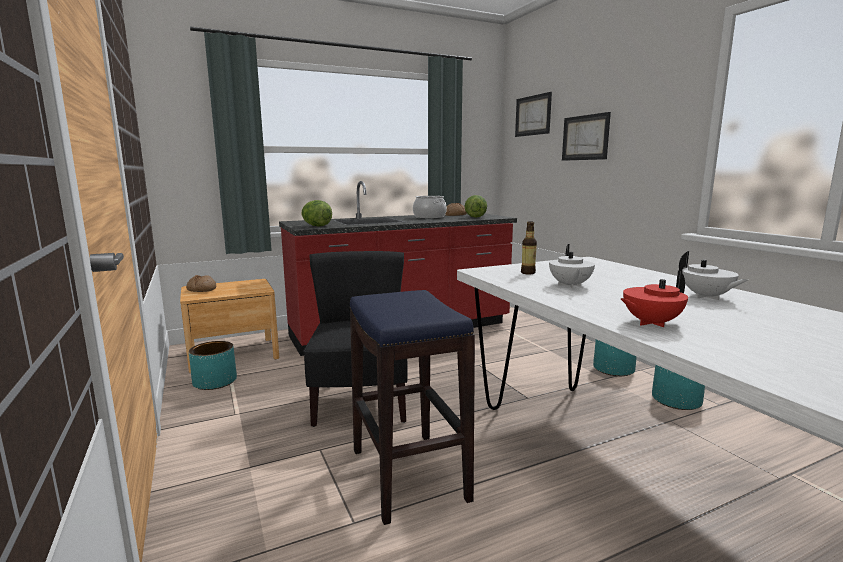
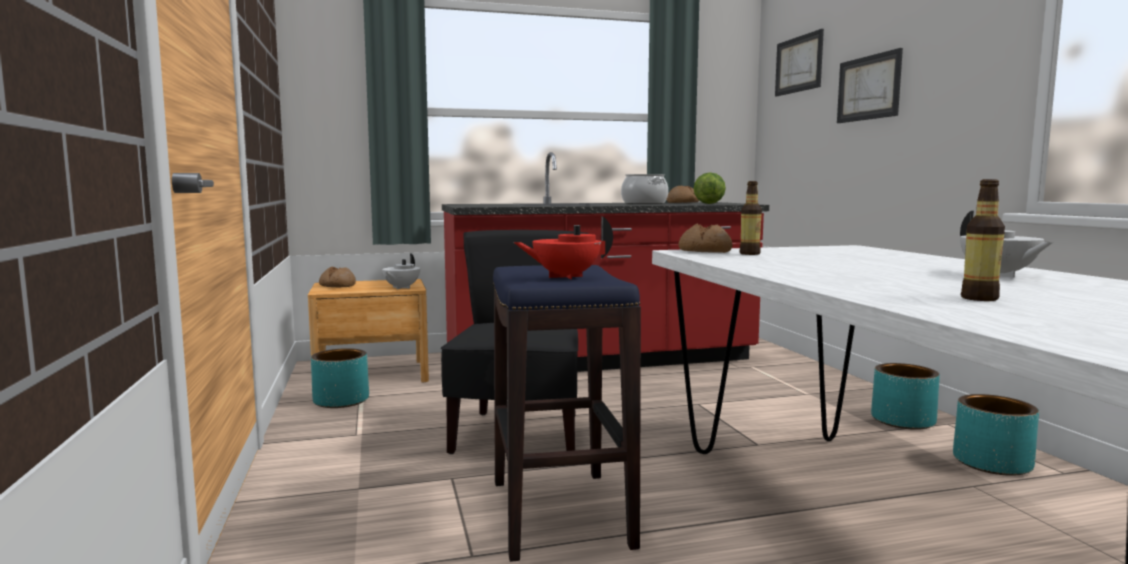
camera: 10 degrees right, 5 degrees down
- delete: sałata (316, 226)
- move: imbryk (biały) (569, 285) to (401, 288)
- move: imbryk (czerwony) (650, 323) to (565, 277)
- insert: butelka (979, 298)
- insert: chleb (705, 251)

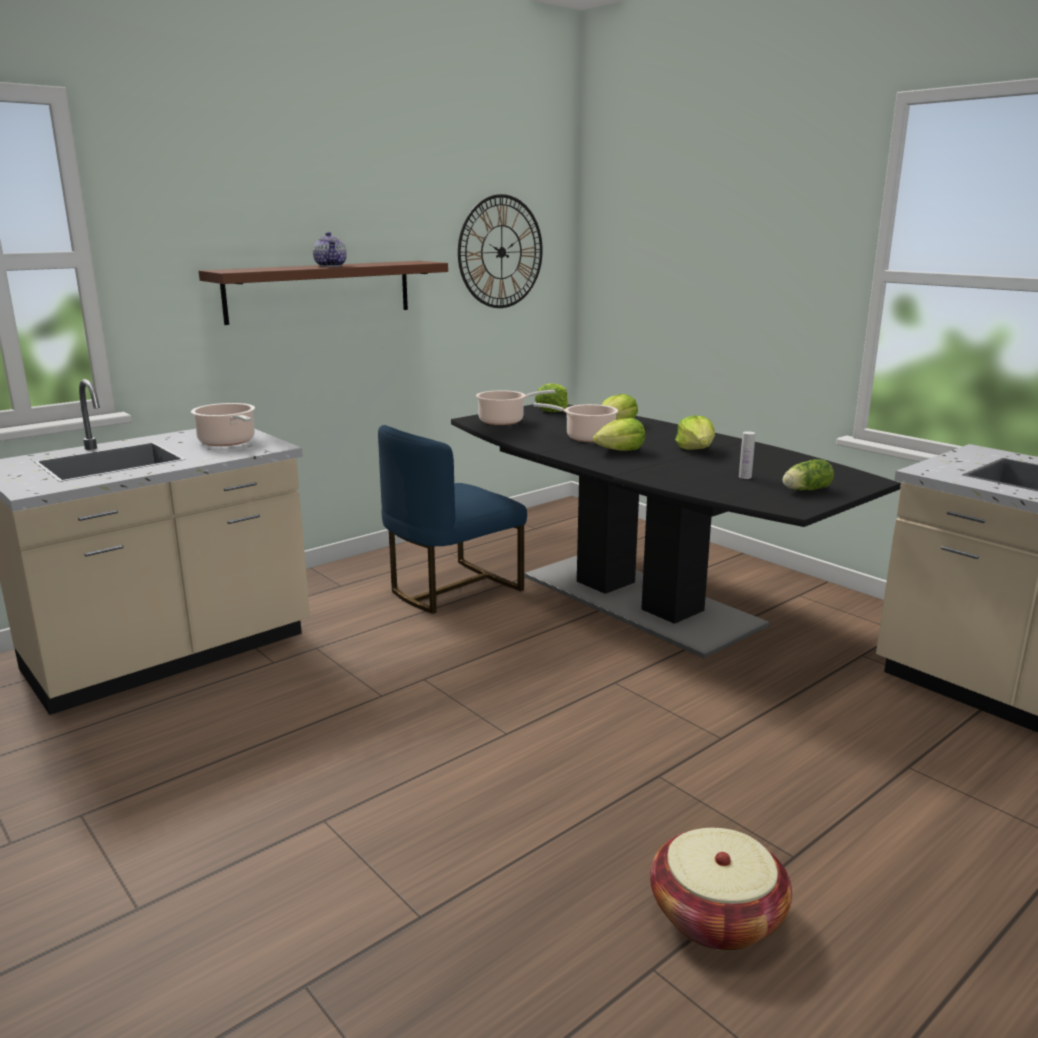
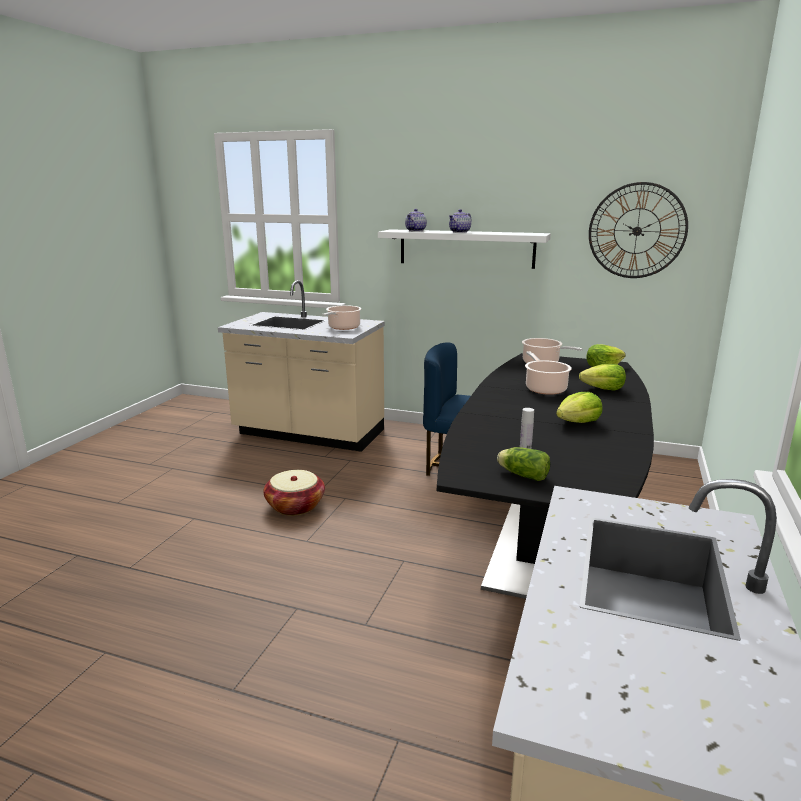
camera: 60 degrees right, 0 degrees up
- recolor: półka (brązowy) (320, 291) to półka (biały) (466, 248)
- delete: sałata (620, 451)
- move: koszyk (716, 916) to (295, 506)
- insert: imbryk (416, 231)

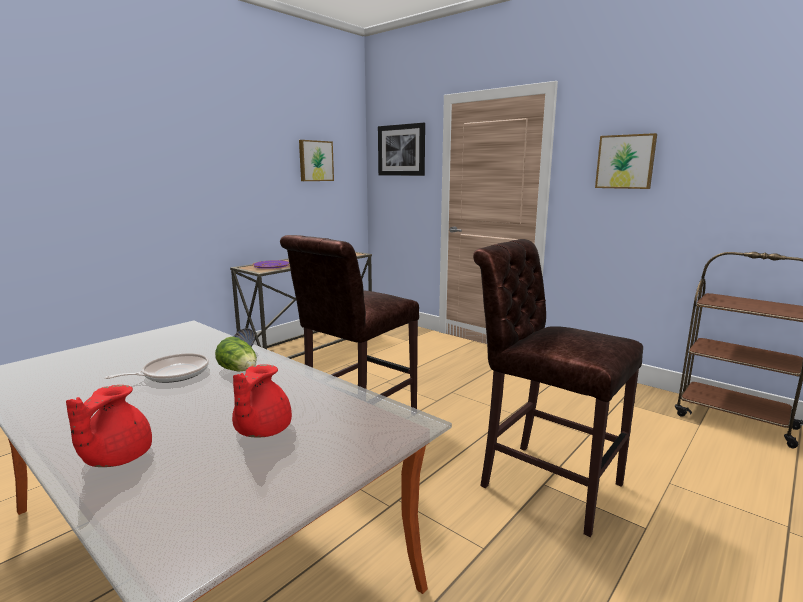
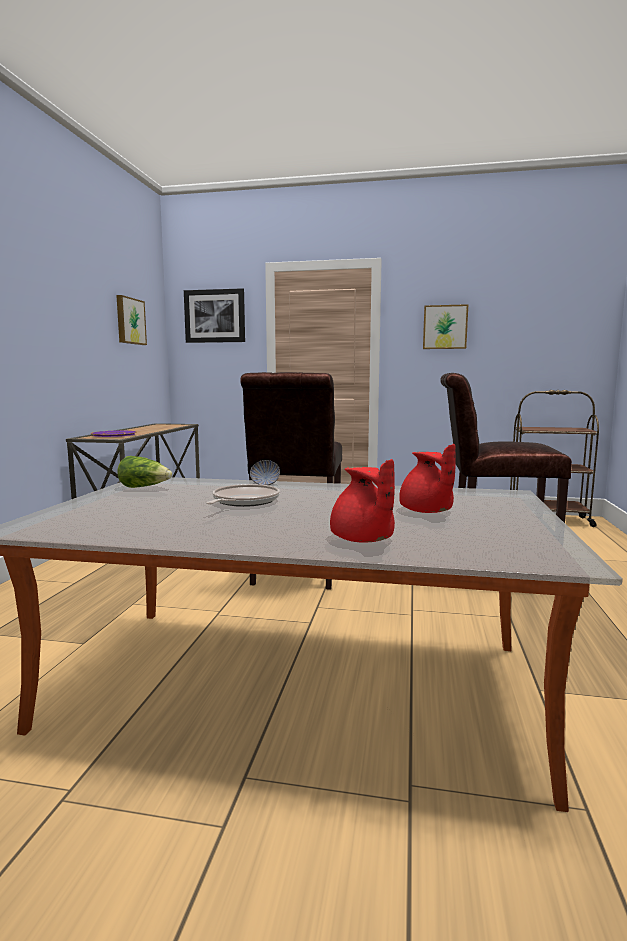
camera: 30 degrees left, 5 degrees down
- move: sałata (239, 371) to (145, 487)

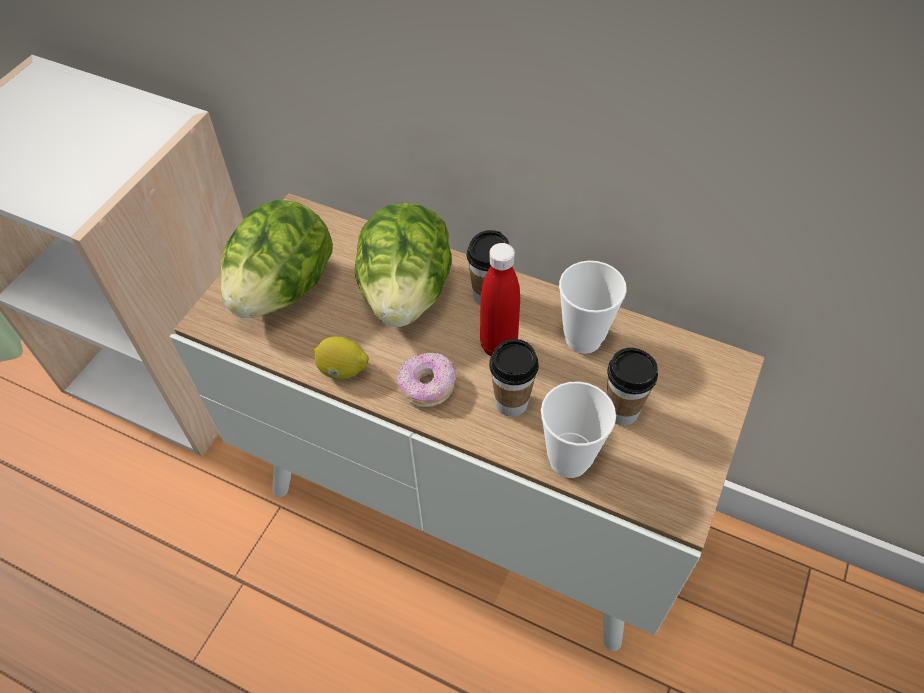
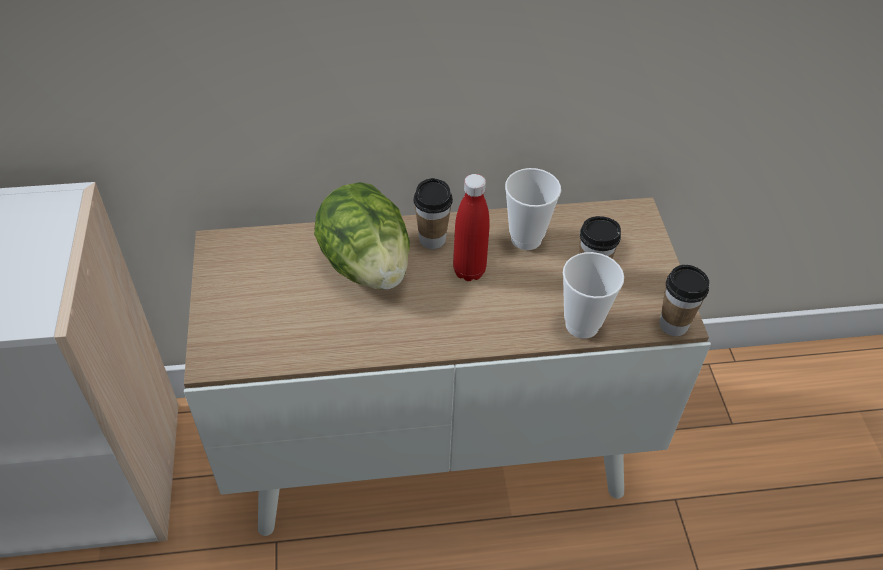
camera: 35 degrees left, 5 degrees down
- delete: sałata (283, 289)
- delete: cytryna (343, 370)
- move: filiżanka (511, 403) to (673, 325)
- delete: donut (427, 386)

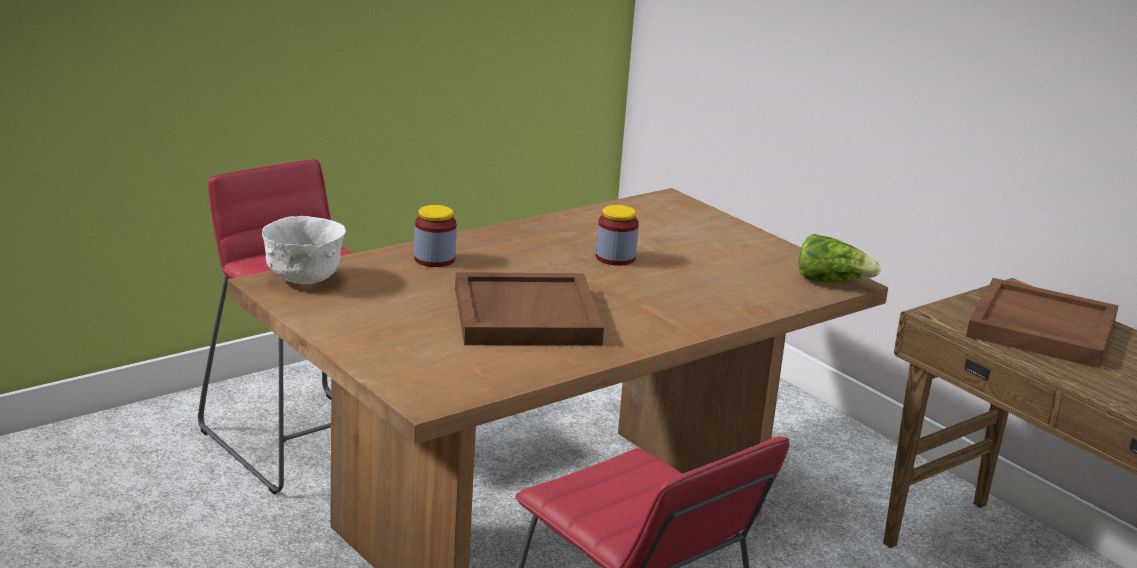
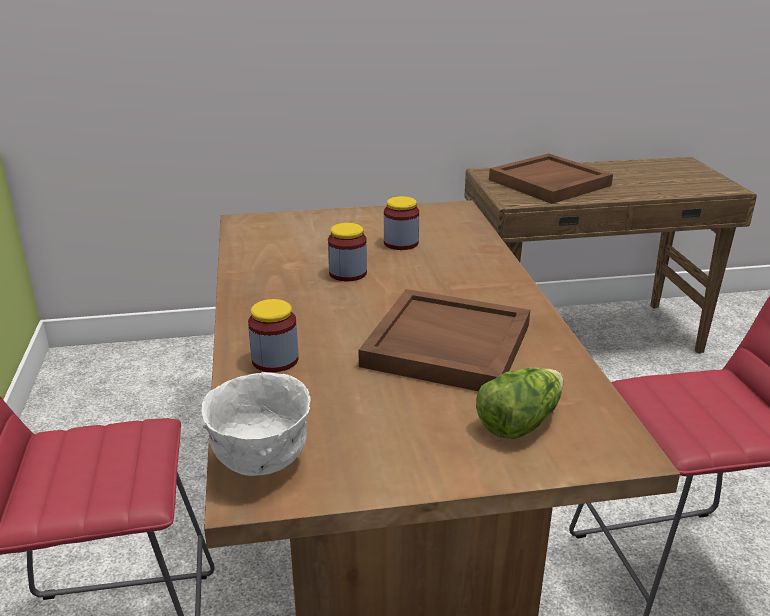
camera: 60 degrees left, 5 degrees up
- move: sałata (831, 282) to (519, 421)
- insert: słoik (401, 243)

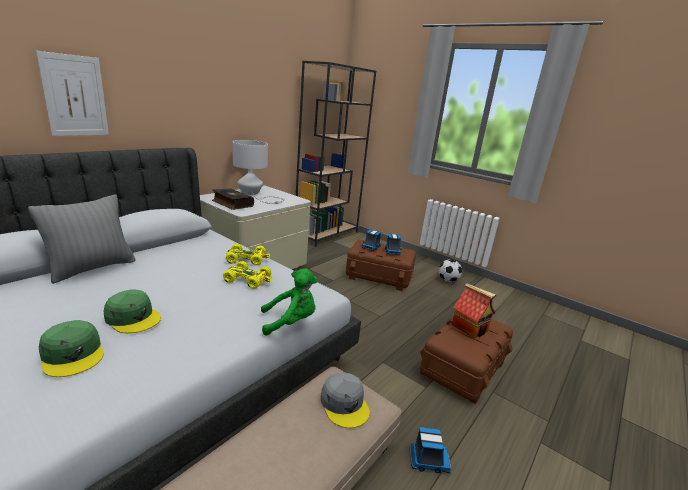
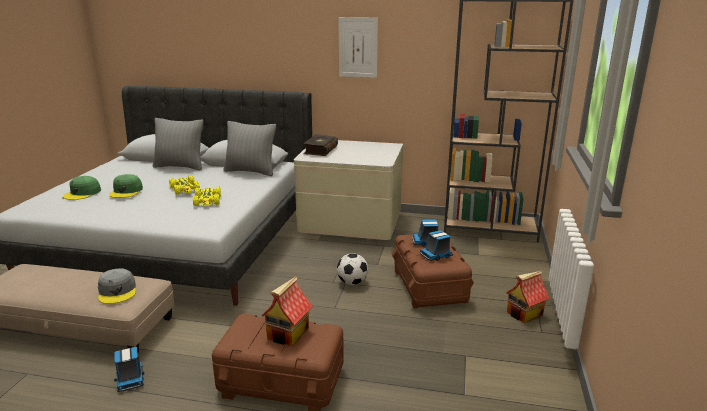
camera: 65 degrees right, 0 degrees up
- move: obraz (75, 96) to (358, 47)
- delete: lampa stołowa (biały) (258, 195)
- move: samochodzik (żółty) (247, 259) to (185, 189)
- move: piłka futbolowa (448, 280) to (352, 283)
- delete: pluszak (zielony) (290, 322)
- rotate: czapka z daszkiem (szary) (344, 404) = (117, 291) 60 degrees counterclockwise
- insert: poduszka (szary) (251, 171)
- insert: domek (524, 314)

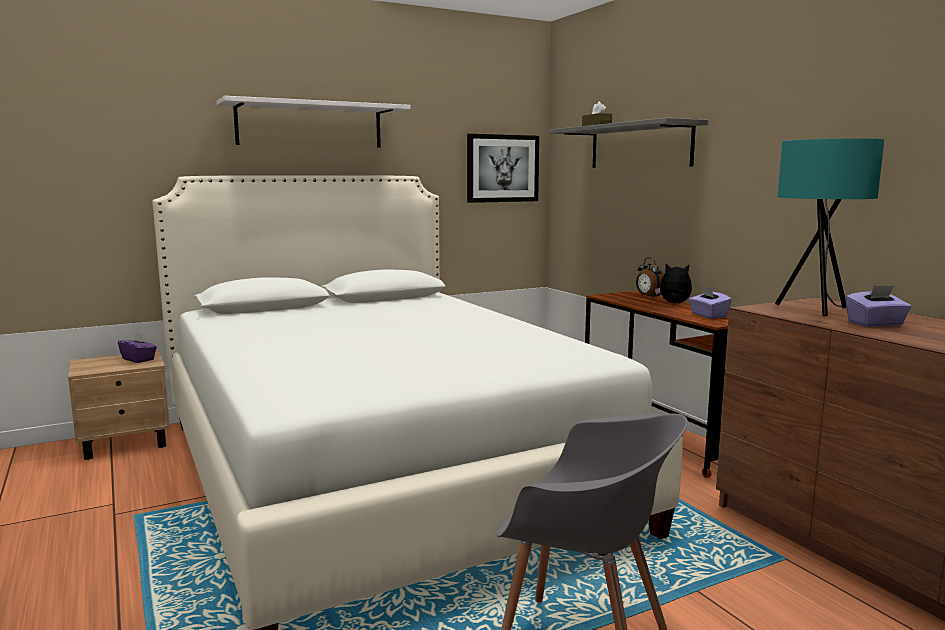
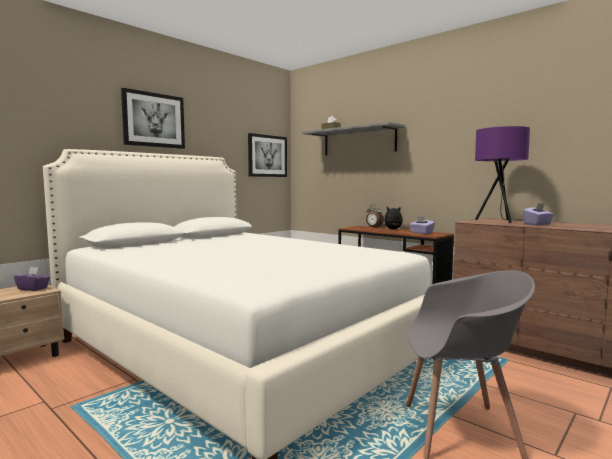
camera: 20 degrees left, 5 degrees down
- replace: półka (biały) (310, 125) to obraz (154, 120)
- recolor: lampa stołowa (turkusowy) (819, 311) to lampa stołowa (fioletowy) (499, 221)

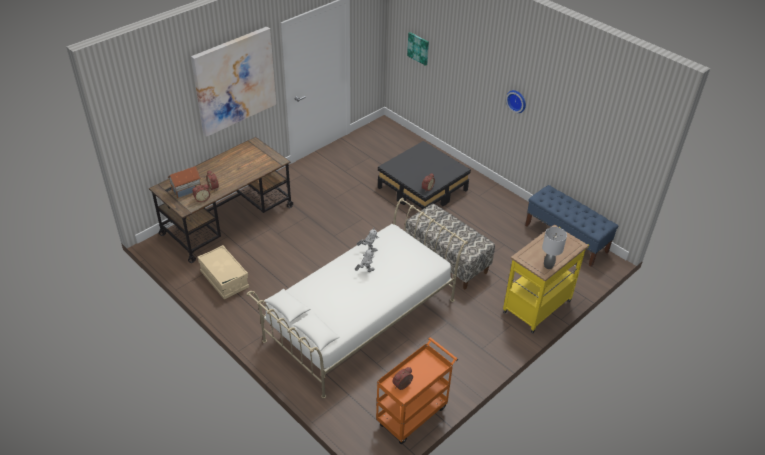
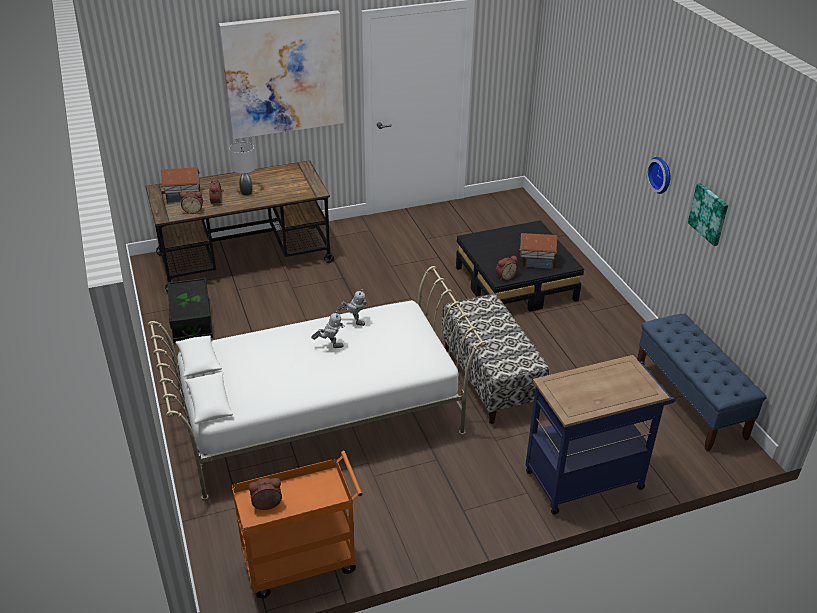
camera: 25 degrees right, 5 degrees down
- move: obraz (418, 48) to (709, 214)
- recolor: wózek (żółty) (538, 306) to wózek (niebieski) (587, 480)
- move: lampa stołowa (szary) (548, 266) to (247, 192)
- recolor: pojemnik do przechowywania (beżowy) (224, 280) to pojemnik do przechowywania (czarny) (192, 321)
- insert: domek (535, 262)

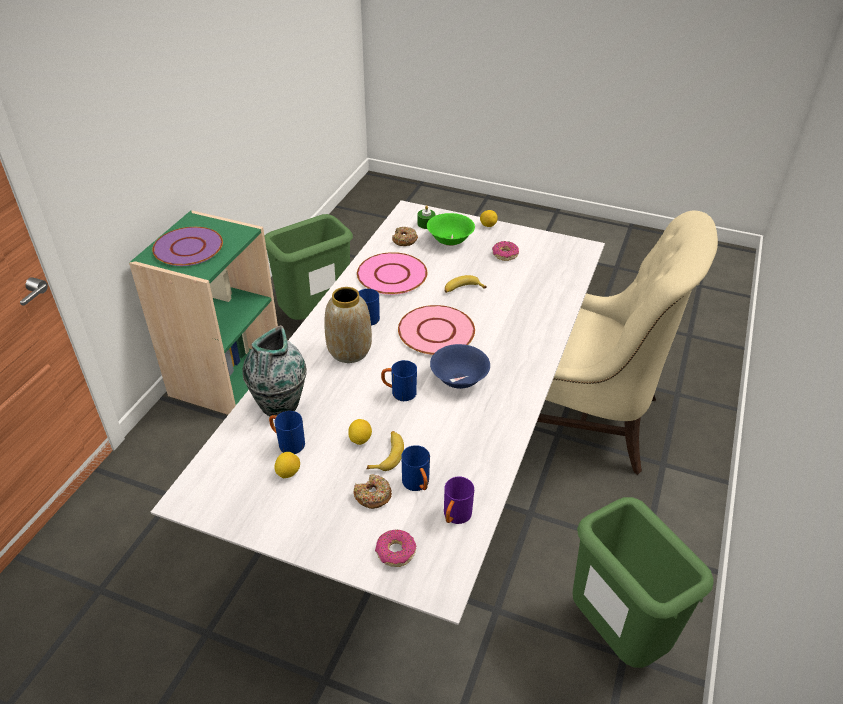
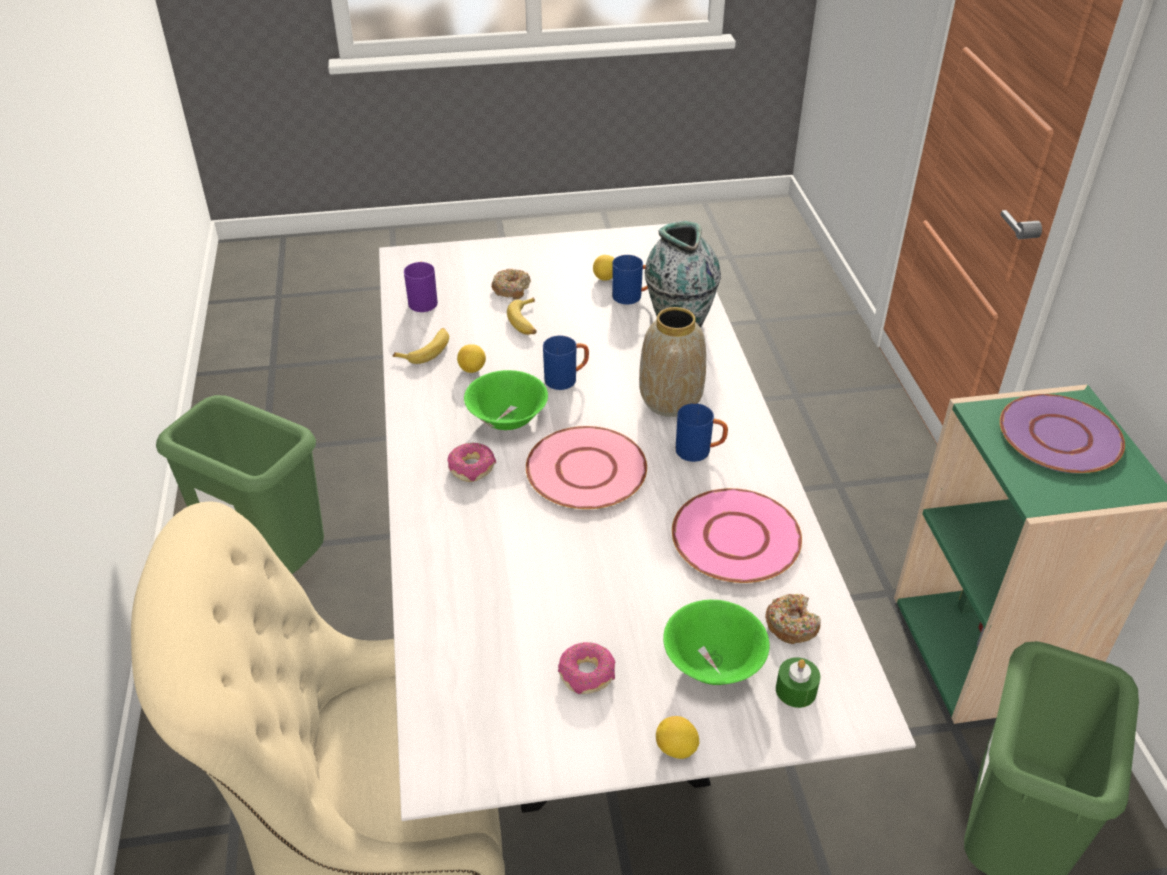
camera: 150 degrees right, 0 degrees up
- move: banan (462, 289) to (426, 350)
- recolor: miska (niebieski) (458, 379) to miska (zielony) (508, 419)
- move: cytryna (360, 439) to (472, 369)
- delete: kubek (niebieski) (418, 485)
- move: donut (395, 552) to (472, 468)

